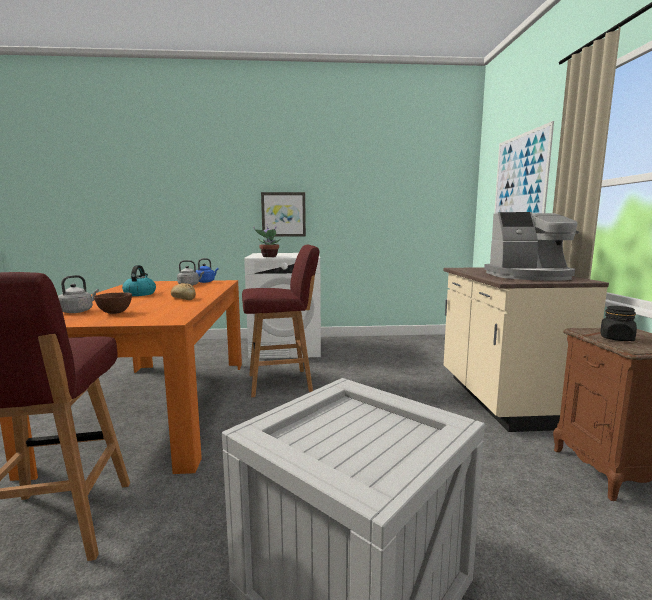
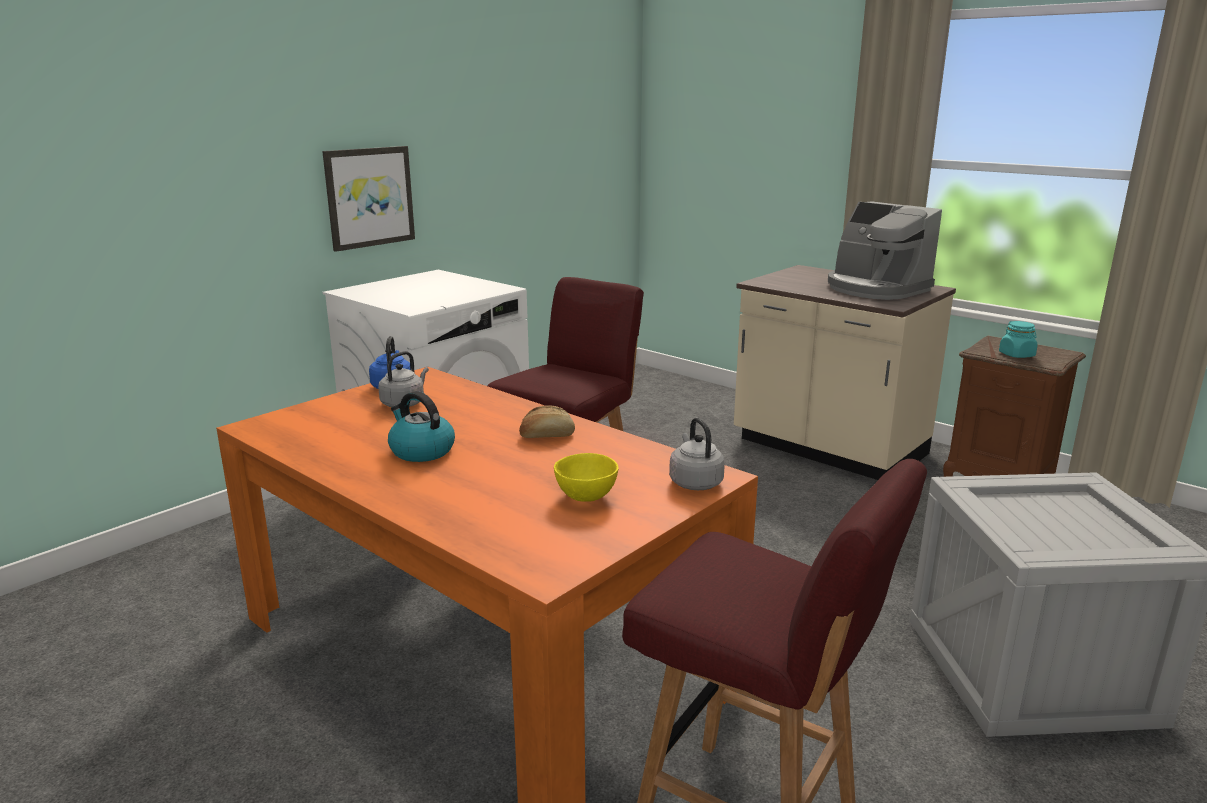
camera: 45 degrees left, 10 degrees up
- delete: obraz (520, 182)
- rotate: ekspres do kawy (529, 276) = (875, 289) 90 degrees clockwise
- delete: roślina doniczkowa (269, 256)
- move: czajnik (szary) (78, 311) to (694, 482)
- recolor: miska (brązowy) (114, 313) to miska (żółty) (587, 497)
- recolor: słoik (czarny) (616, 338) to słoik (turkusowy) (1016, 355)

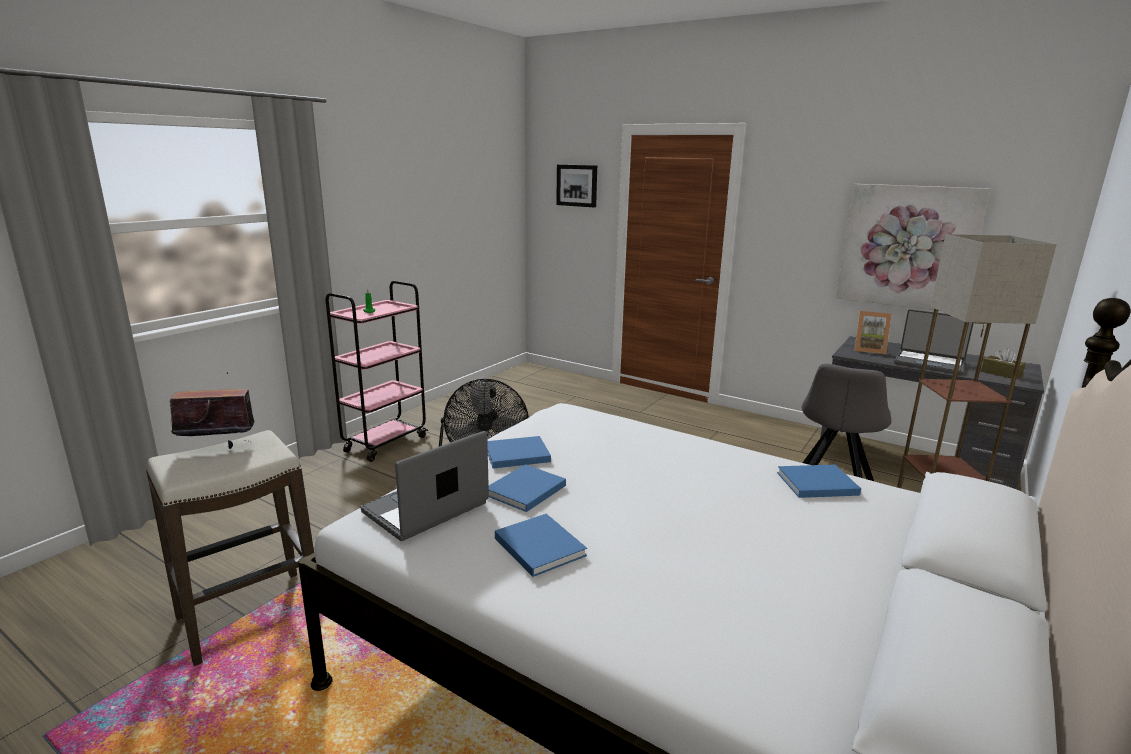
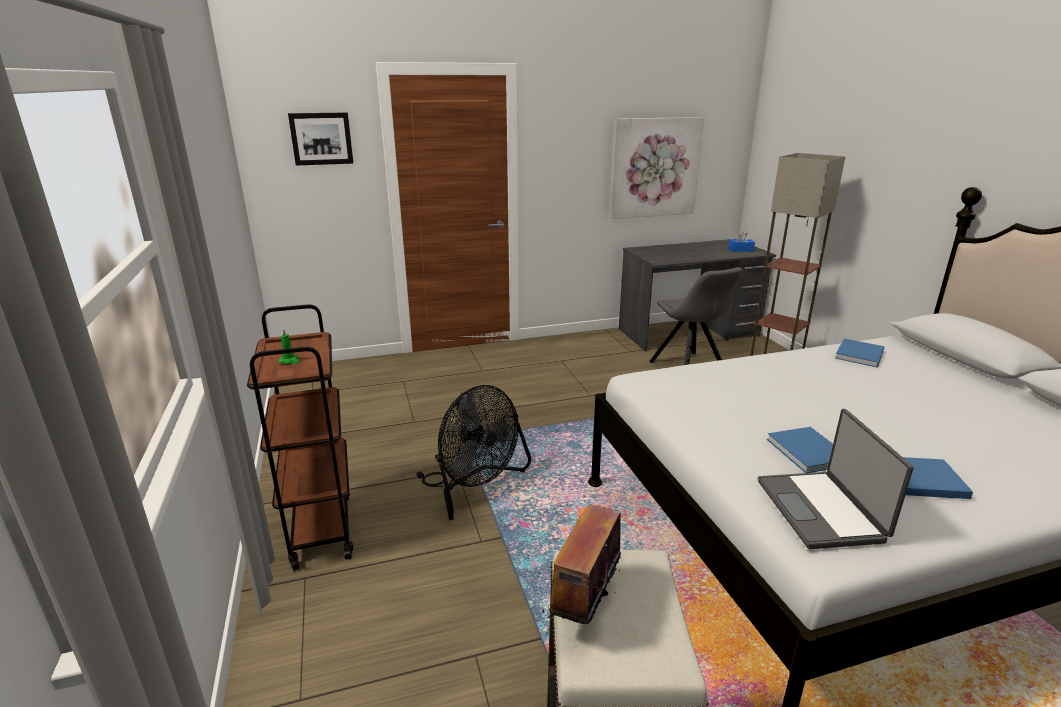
camera: 50 degrees left, 5 degrees up
- recolor: wózek (różowy) (385, 443) to wózek (brązowy) (321, 530)
- delete: laptop (929, 363)
- delete: ramka na zdjęcie (868, 350)
- recolor: pudełko chusteczek (brązowy) (1001, 373) to pudełko chusteczek (niebieski) (740, 250)
- delete: książka (niebieski) (515, 455)

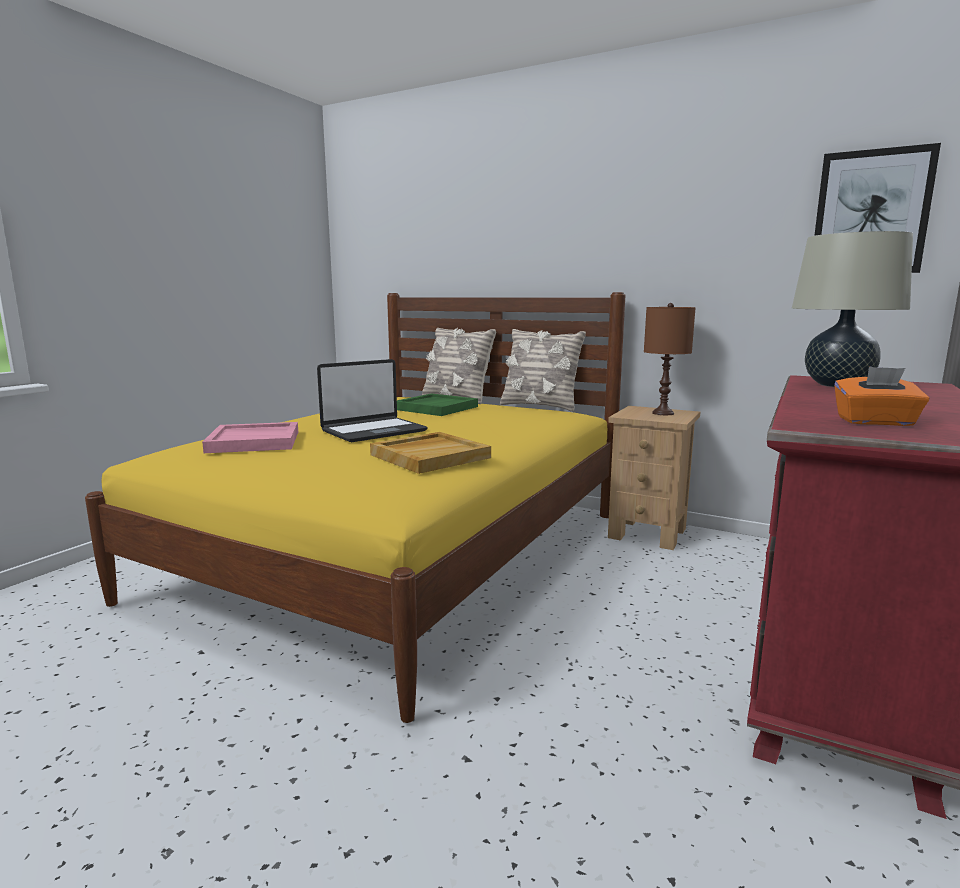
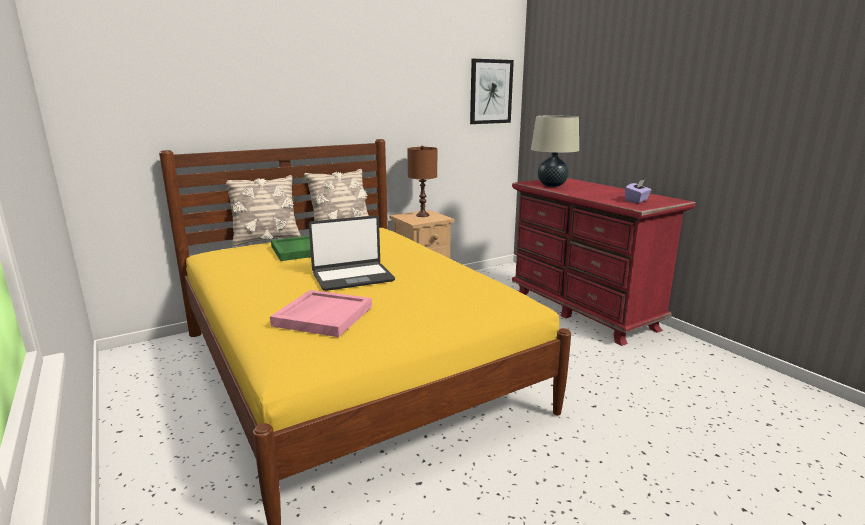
camera: 60 degrees left, 5 degrees up
- rotate: laptop (373, 431) = (352, 277) 75 degrees clockwise
- recolor: pudełko chusteczek (pomarańczowy) (875, 422) to pudełko chusteczek (fioletowy) (637, 200)
- delete: taca (beżowy) (430, 456)

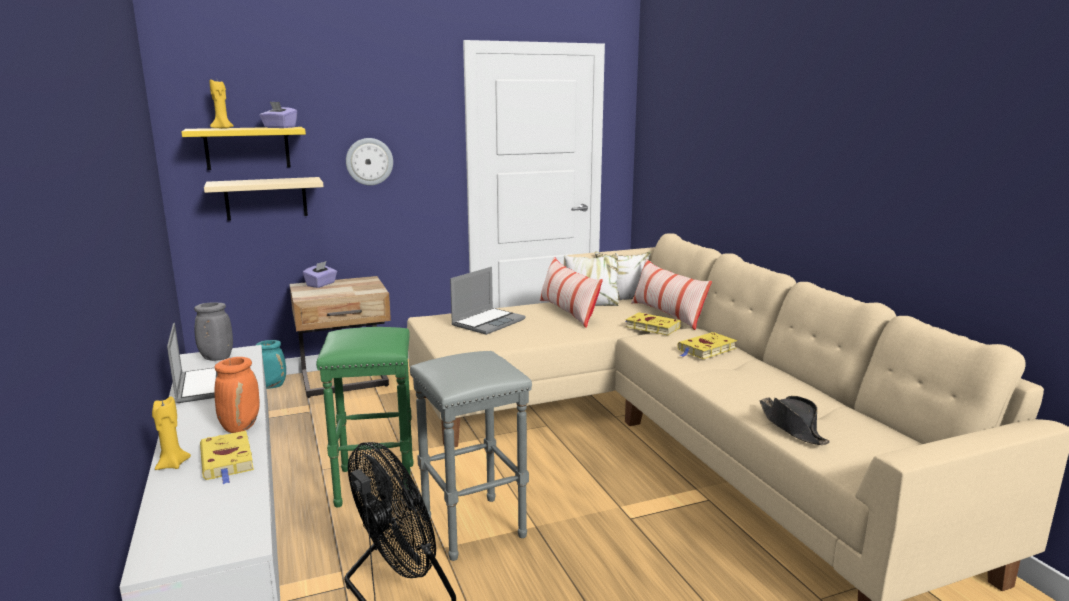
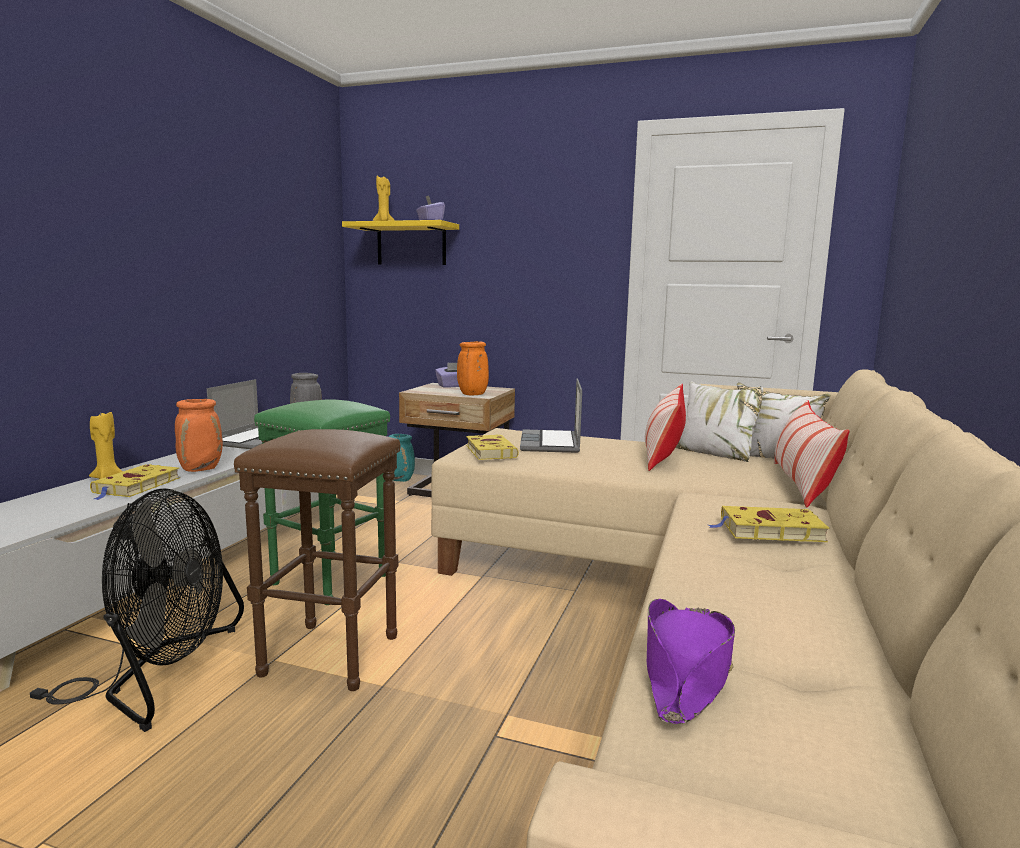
camera: 40 degrees right, 5 degrees down
- delete: zegar ścienny (369, 161)
- delete: półka (beżowy) (266, 198)
- rotate: laptop (488, 322) = (551, 443) 105 degrees clockwise
- move: książka (żółty) (651, 327) to (490, 451)
- recolor: stołek (szary) (474, 525) to stołek (brązowy) (333, 653)
- recolor: kapelusz (czarny) (792, 427) to kapelusz (fioletowy) (686, 673)
- insert: wazon (pomarańczowy) (472, 394)

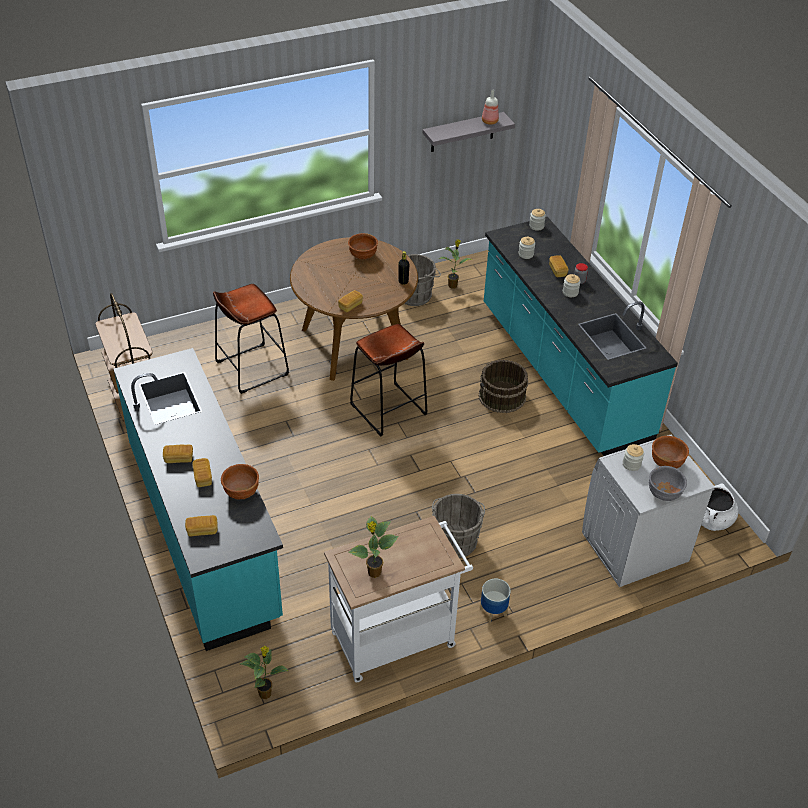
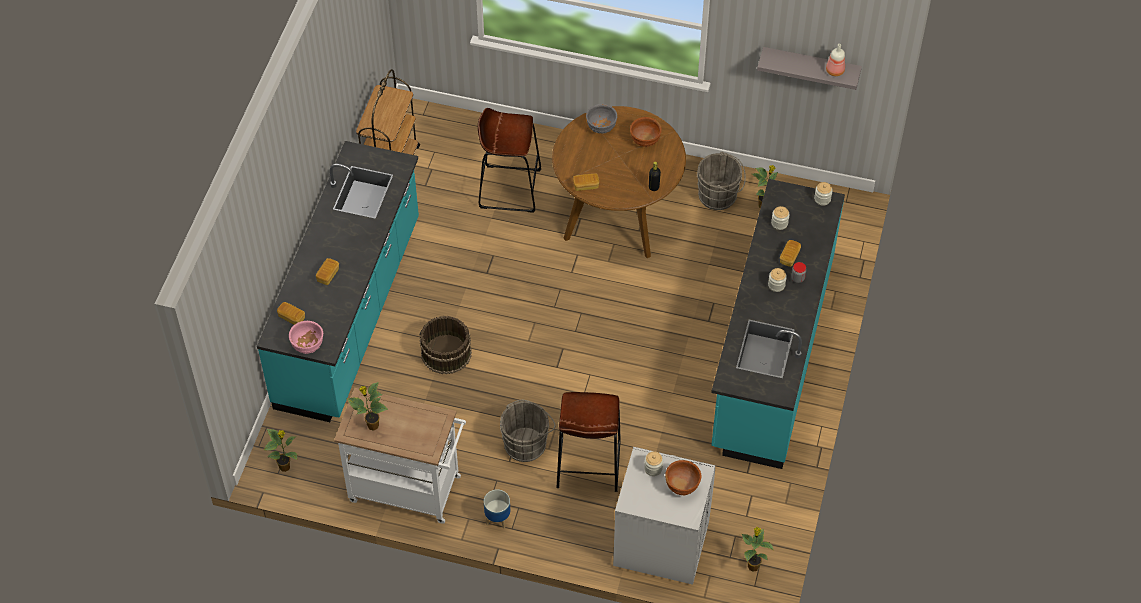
camera: 40 degrees right, 10 degrees up
- move: stołek (brązowy) (388, 409) to (588, 464)
- move: wiadro (brązowy) (502, 397) to (446, 353)
- delete: chleb (179, 458)
- delete: miska (brązowy) (241, 492)
- move: miska (szary) (664, 494) to (601, 128)
- replace: garnek (biały) (712, 520) to roślina doniczkowa (753, 565)
- insert: miska (różowy) (308, 345)

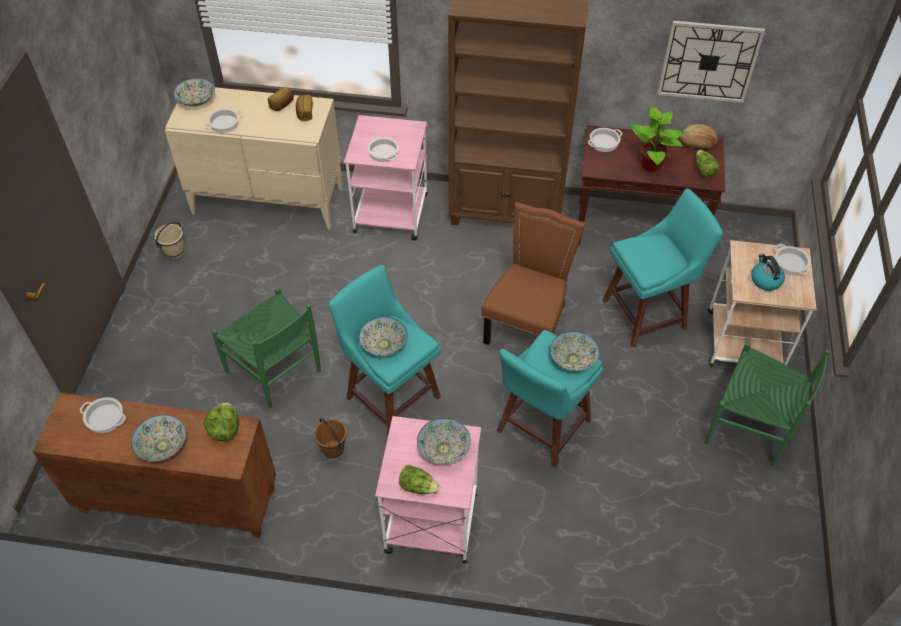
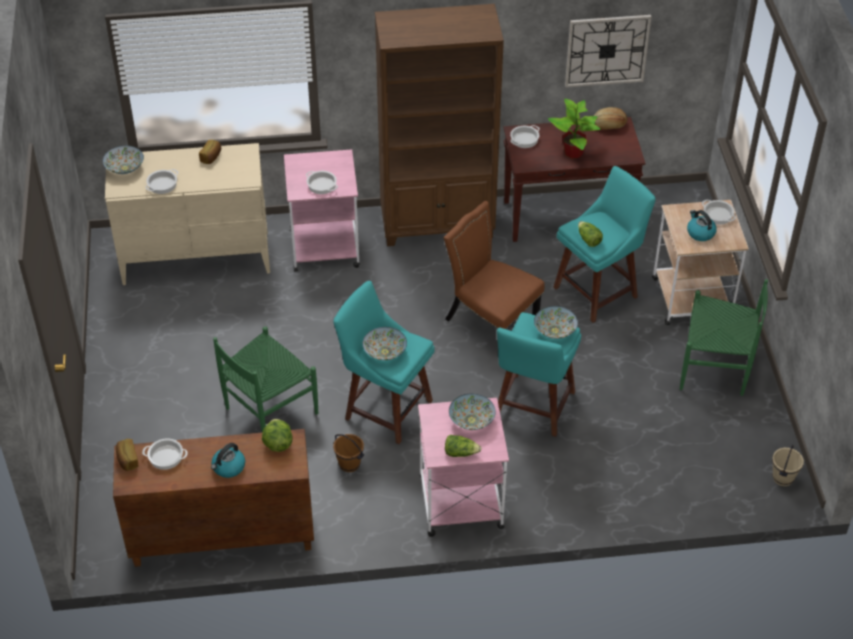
camera: 15 degrees left, 5 degrees down
- move: chleb (305, 113) to (127, 460)
- move: sałata (703, 169) to (588, 239)
- rotate: krzesło (brązowy) (527, 326) = (491, 324) 60 degrees counterclockwise
- move: wiadro (beżowy) (175, 252) to (783, 478)
- rotate: krzesło (zielony) (276, 371) = (269, 410) 105 degrees clockwise
- replace: miska (162, 446) to czajnik (228, 467)

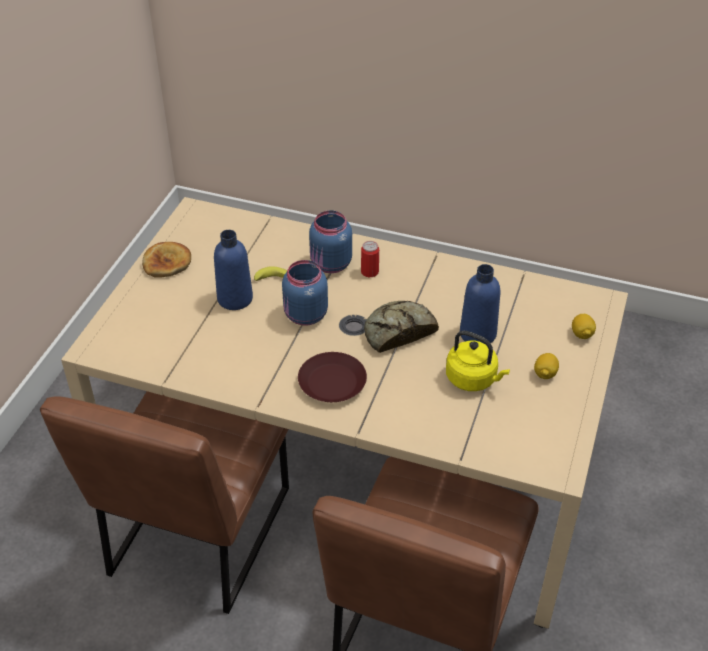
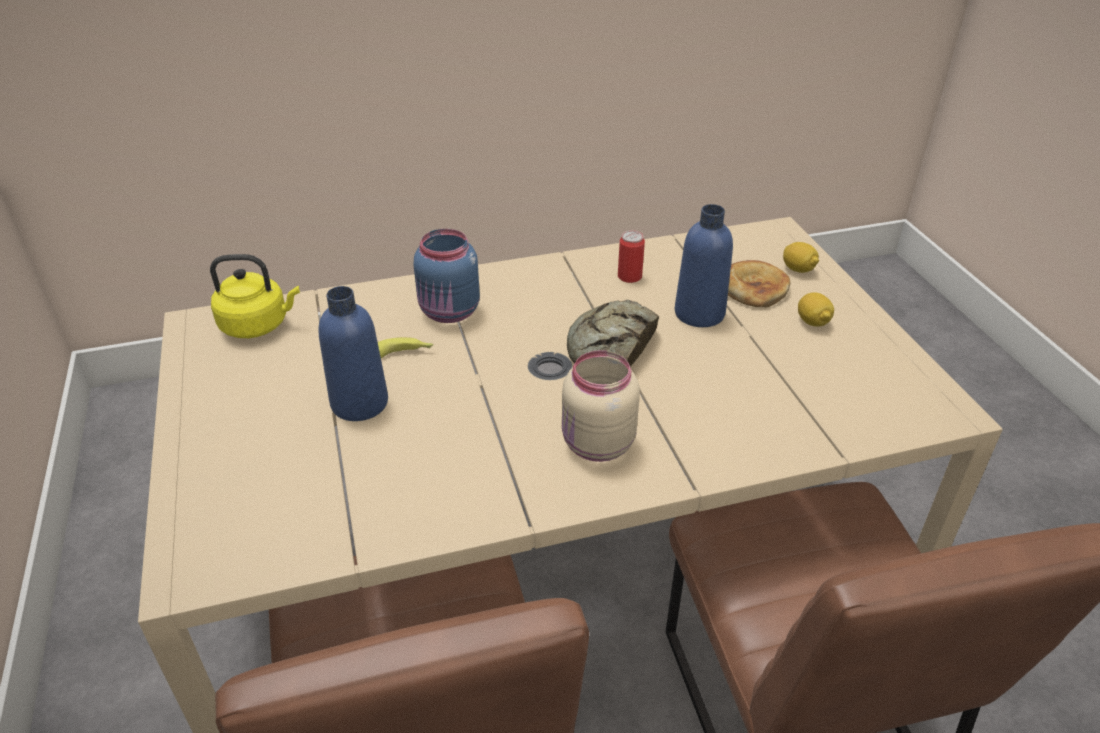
camera: 35 degrees left, 5 degrees down
- move: puszka (369, 272) to (629, 276)
- move: chleb (167, 262) to (753, 288)
- delete: słoik (niebieski) (304, 315)
- move: czajnik (żółty) (473, 379) to (258, 325)
- replace: talerz (brązowy) (331, 383) to słoik (beżowy) (596, 445)

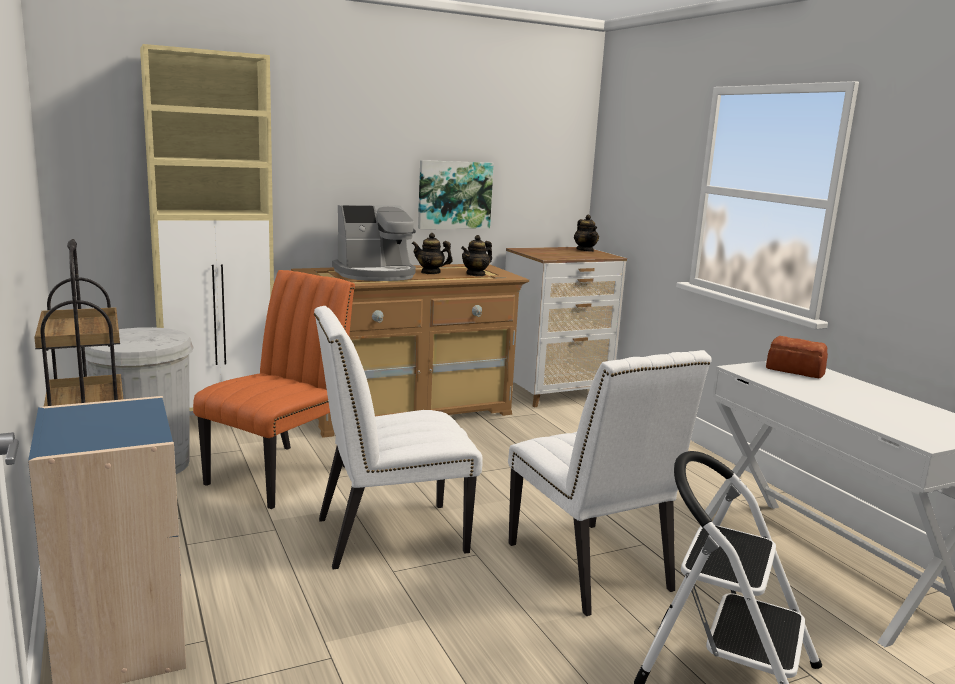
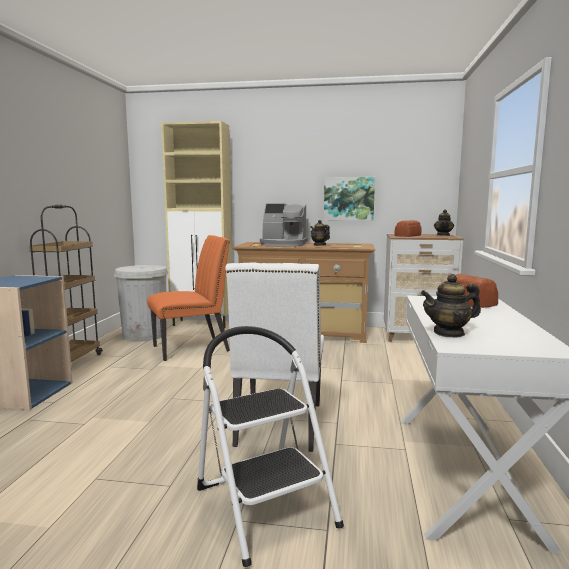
camera: 35 degrees right, 5 degrees down
- move: imbryk (476, 274) to (449, 333)
- delete: krzesło (biały) (392, 535)
- insert: chleb (408, 236)

